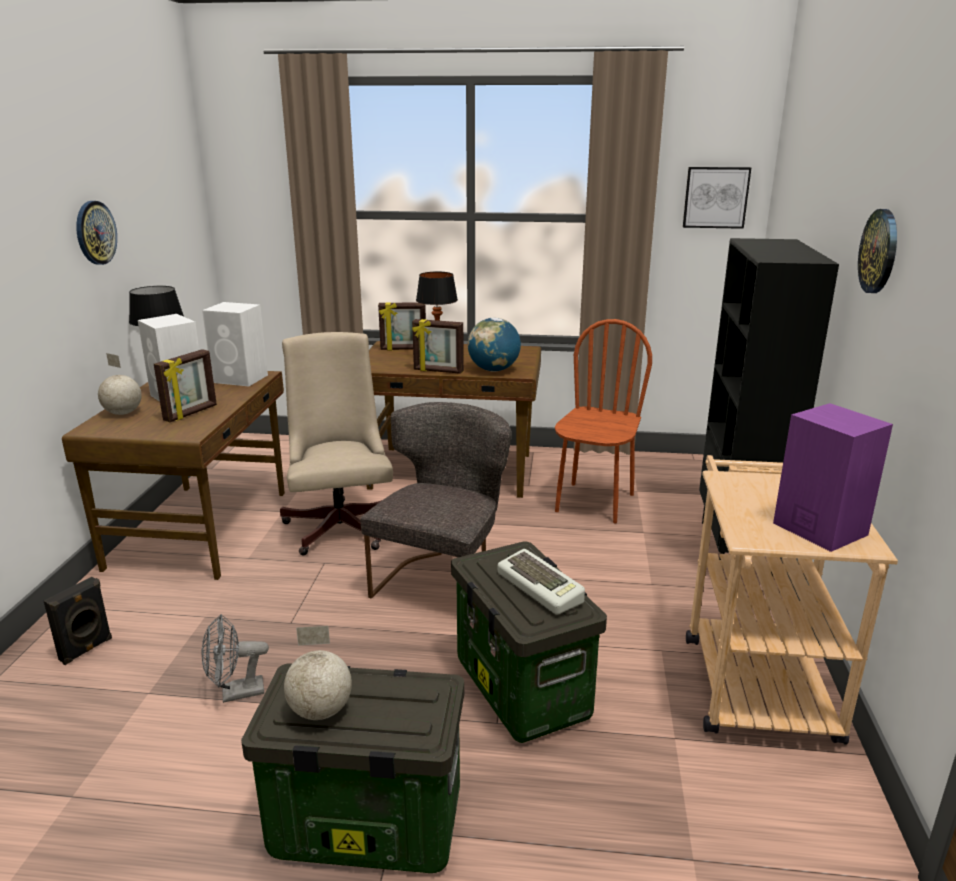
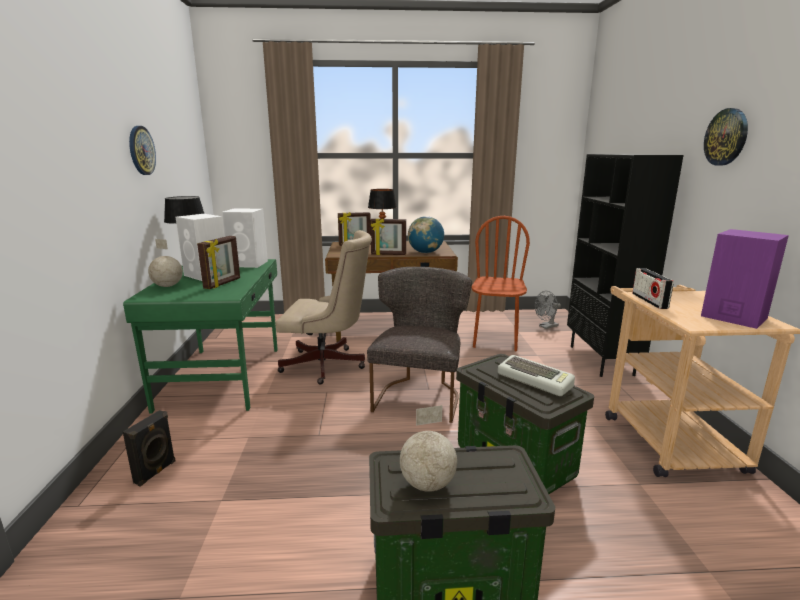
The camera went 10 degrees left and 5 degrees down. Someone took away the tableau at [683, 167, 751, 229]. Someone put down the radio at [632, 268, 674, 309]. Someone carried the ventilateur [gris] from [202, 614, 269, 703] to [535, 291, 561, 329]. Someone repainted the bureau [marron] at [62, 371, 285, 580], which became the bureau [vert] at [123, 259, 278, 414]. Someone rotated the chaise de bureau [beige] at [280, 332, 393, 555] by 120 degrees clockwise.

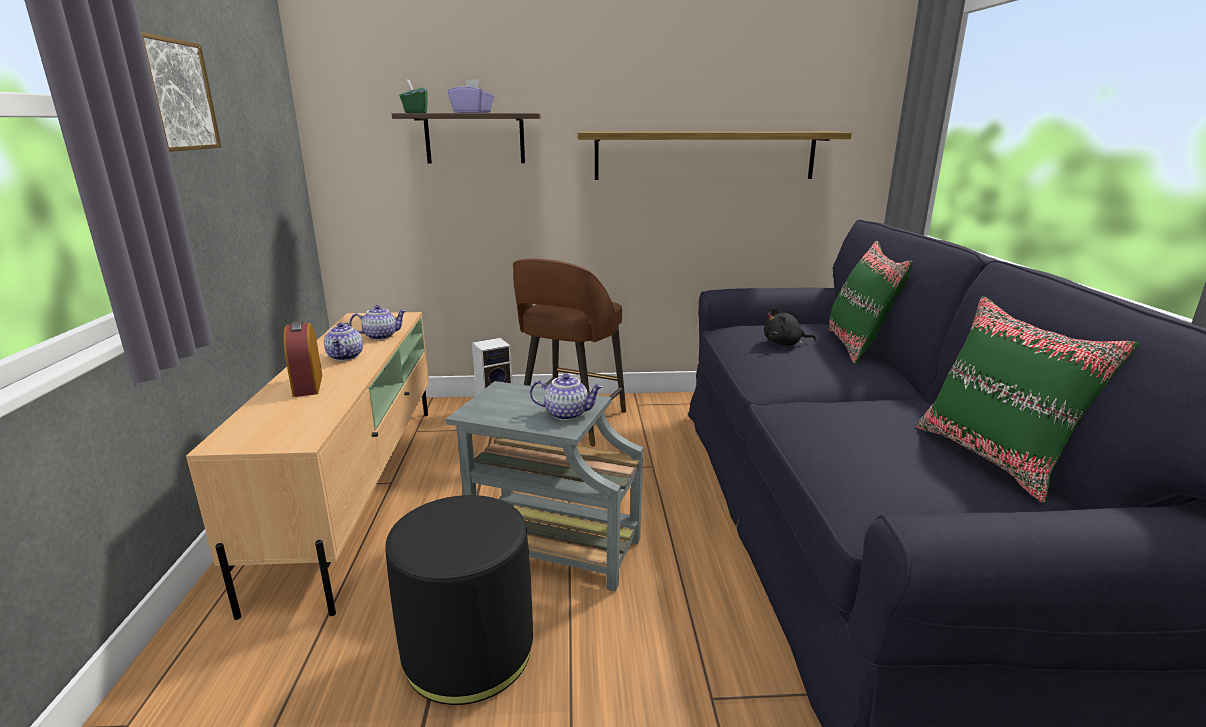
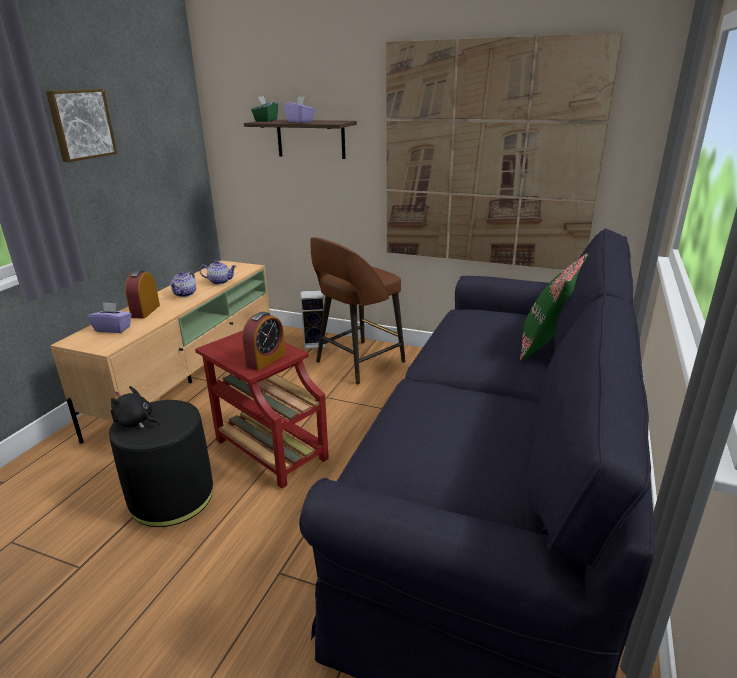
The camera went 25 degrees right and 5 degrees up. Someone took away the coussin [vert] at [916, 296, 1139, 503]. Someone put down the boîte à mouchoirs [violet] at [87, 302, 132, 333]. Someone carried the peluche [noir] from [764, 308, 816, 345] to [111, 386, 161, 428]. Someone swapped the théière at [530, 374, 603, 420] for the réveil at [242, 312, 285, 371]. Someone swapped the étagère at [577, 132, 852, 180] for the tableau at [386, 33, 623, 270]. Someone repainted the table d'appoint [gris] at [446, 381, 643, 592], which became the table d'appoint [rouge] at [195, 331, 329, 489].

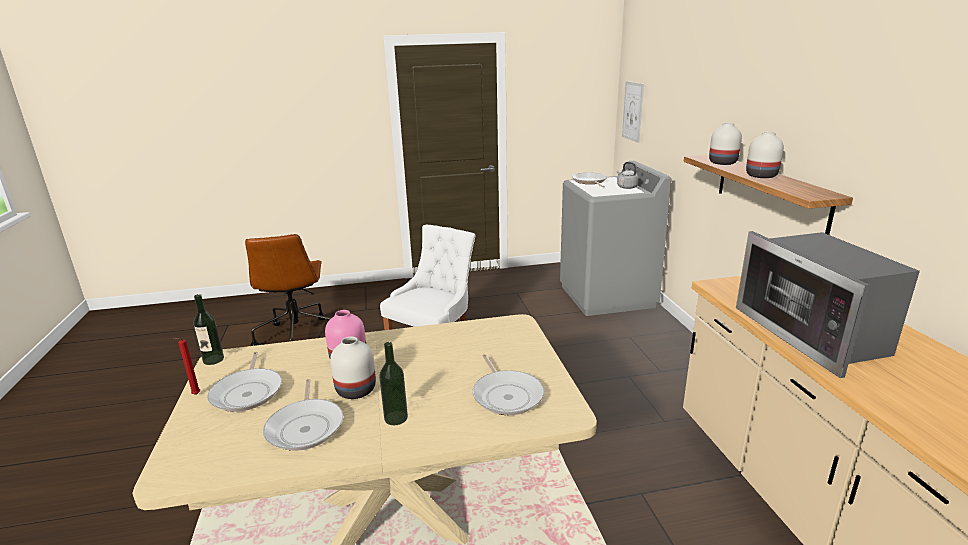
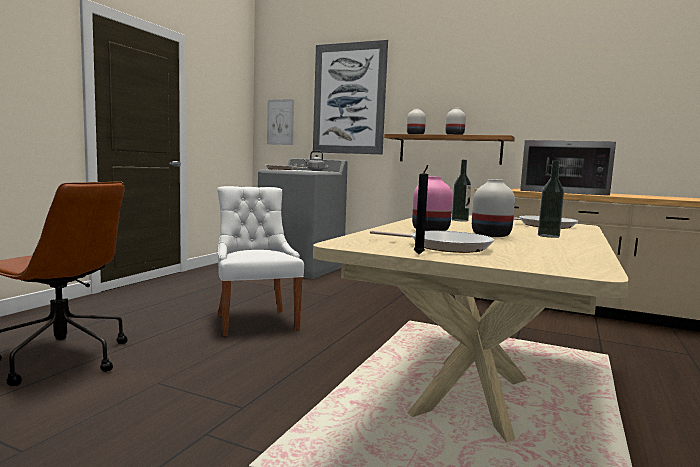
The camera went 55 degrees left and 15 degrees down. Someone took away the poêle at [263, 379, 343, 451]. Someone put up the tableau at [313, 40, 388, 155]. Someone carried the bouteille from [193, 294, 224, 365] to [452, 160, 471, 222]. Someone repainted the bougie [rouge] at [174, 338, 200, 395], which became the bougie [noir] at [414, 165, 428, 254].

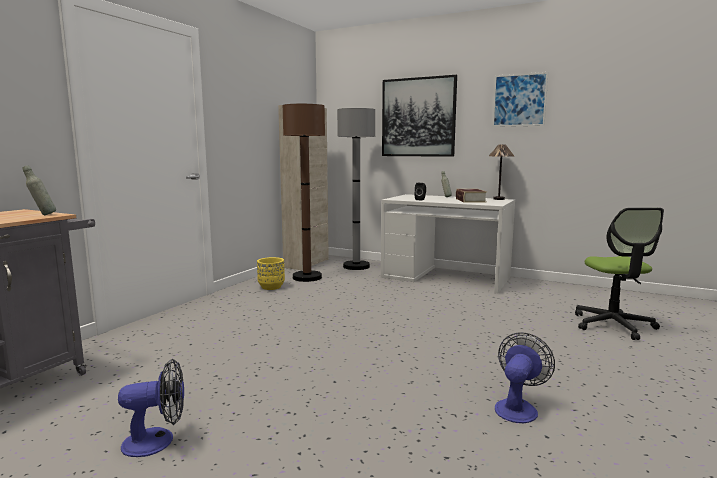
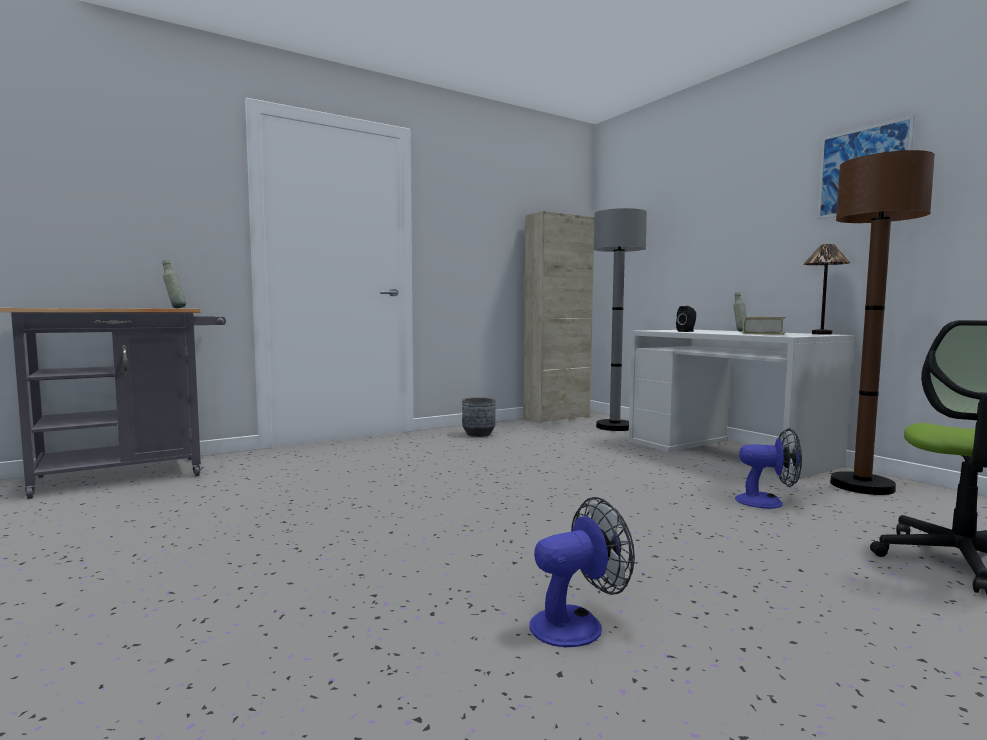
The camera went 30 degrees right and 5 degrees down. Someone took away the tableau at [382, 75, 457, 157]. Someone carried the ventilateur from [118, 359, 184, 457] to [735, 428, 802, 509]. Someone carried the lampadaire [marron] from [283, 104, 325, 282] to [830, 150, 935, 495]. Someone repainted the cache-pot [jaune] at [257, 257, 285, 290], which became the cache-pot [gris] at [462, 397, 496, 437].

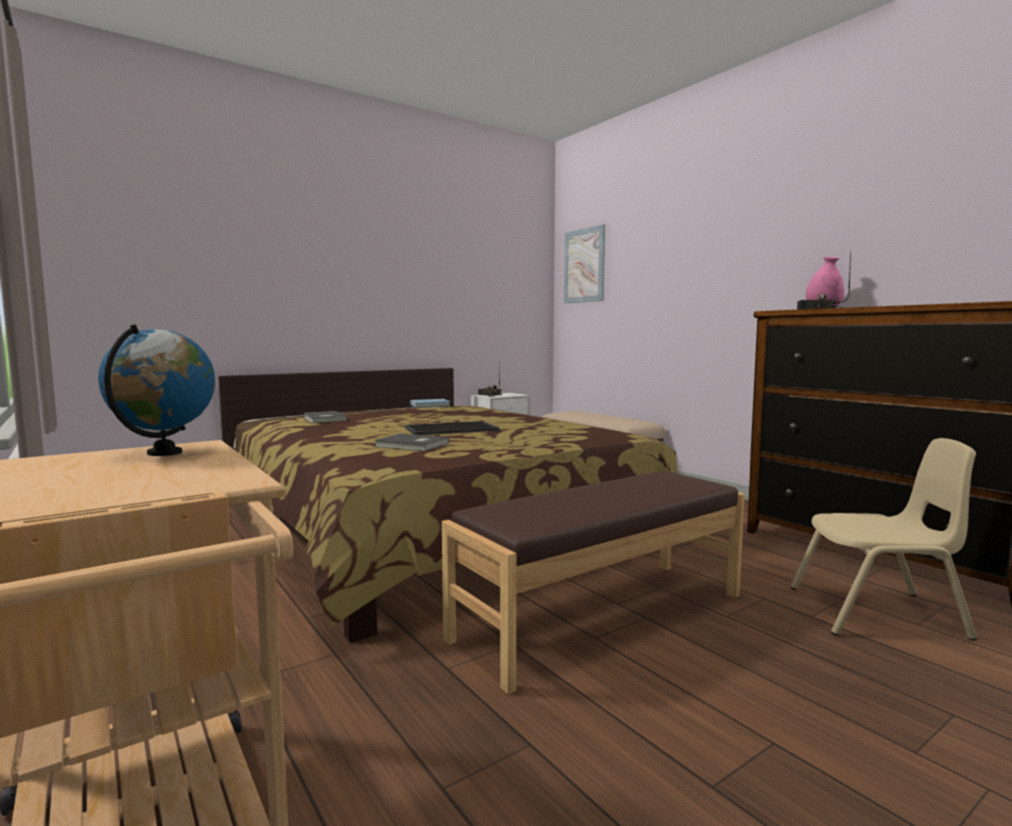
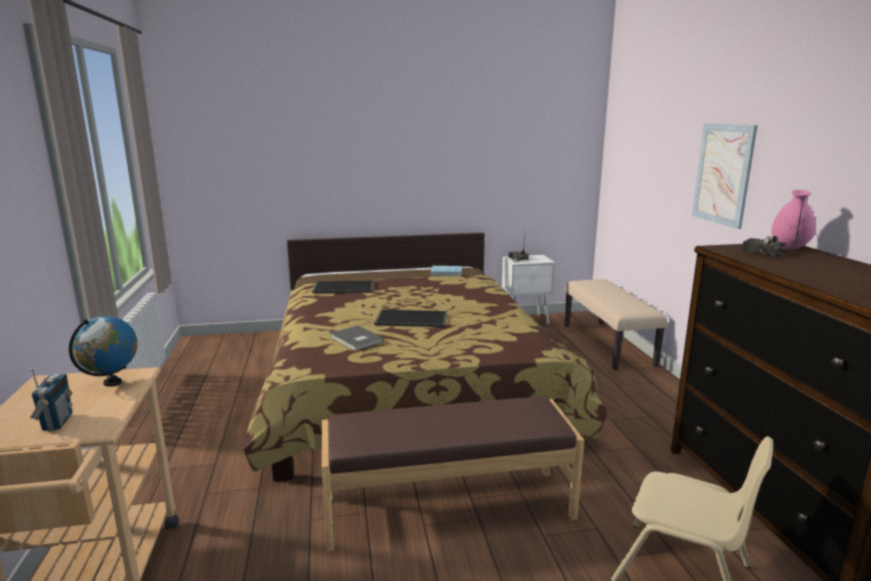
The camera went 25 degrees right and 10 degrees up. Someone put down the radio at [30, 368, 72, 431]. Someone carried the tableau from [564, 224, 605, 303] to [692, 123, 758, 229]. Someone swapped the livre [gris] at [304, 411, 347, 423] for the plateau at [312, 280, 374, 293].

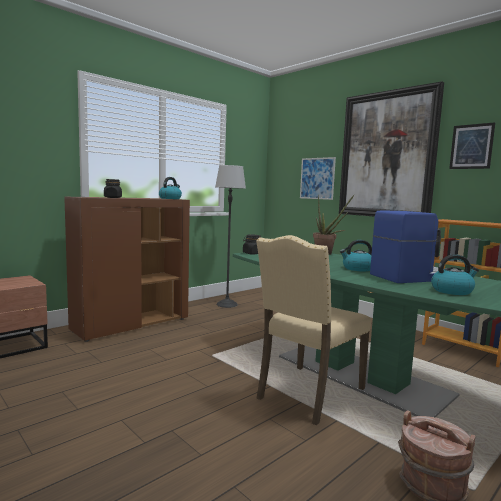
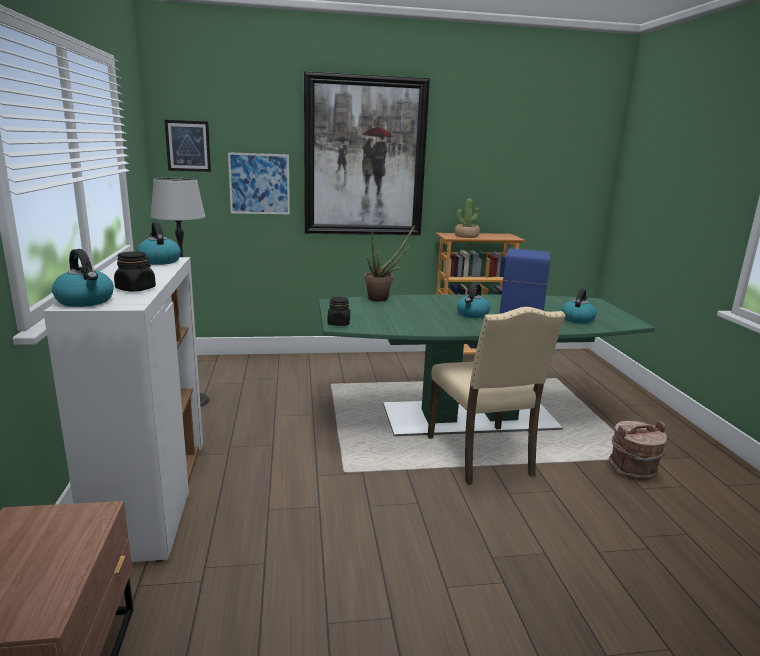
The camera went 55 degrees left and 10 degrees up. Someone put down the bouilloire at [52, 249, 114, 307]. Someone put down the plante en pot at [455, 199, 480, 238]. Someone carried the tableau from [449, 122, 495, 169] to [164, 120, 211, 172]. Someone repainted the meuble de rangement [marron] at [64, 197, 190, 342], which became the meuble de rangement [blanc] at [43, 257, 203, 562].

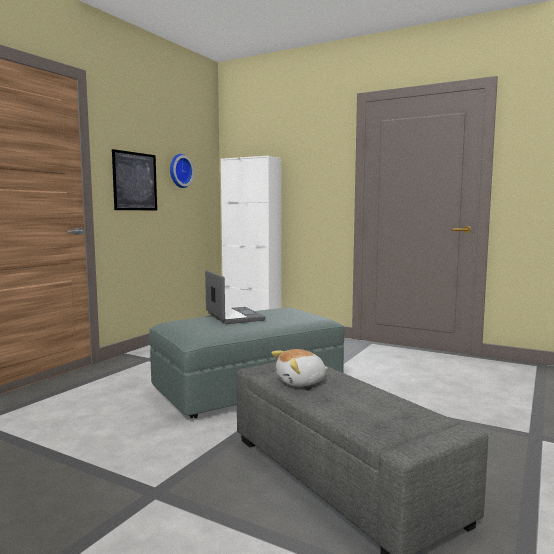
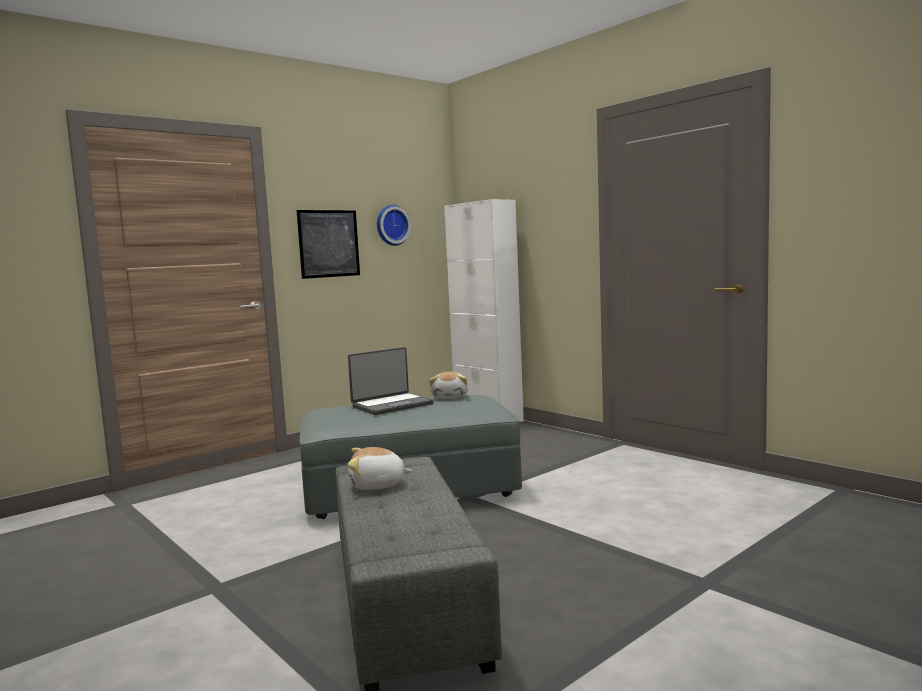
The camera went 20 degrees right and 0 degrees up. Someone put down the peluche at [429, 372, 468, 399]. Someone rotated the ordinateur portable at [205, 270, 265, 324] by 60 degrees clockwise.

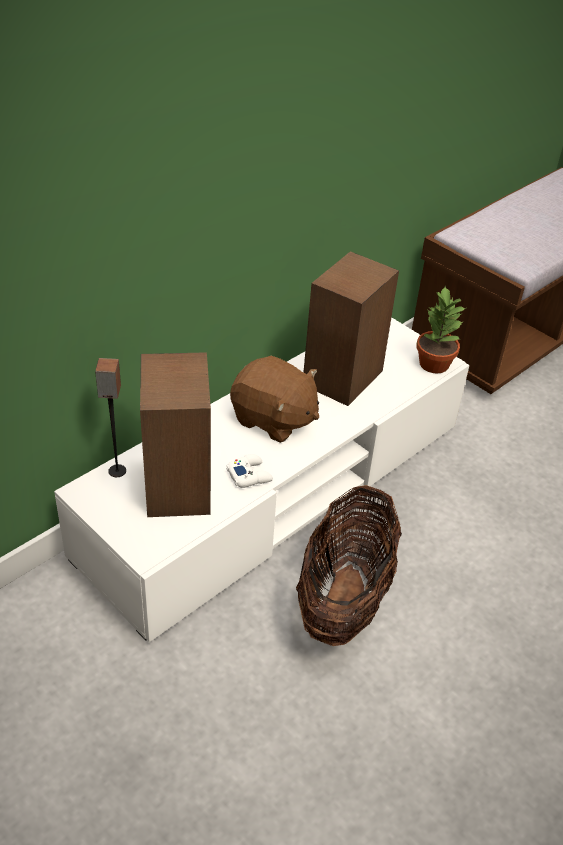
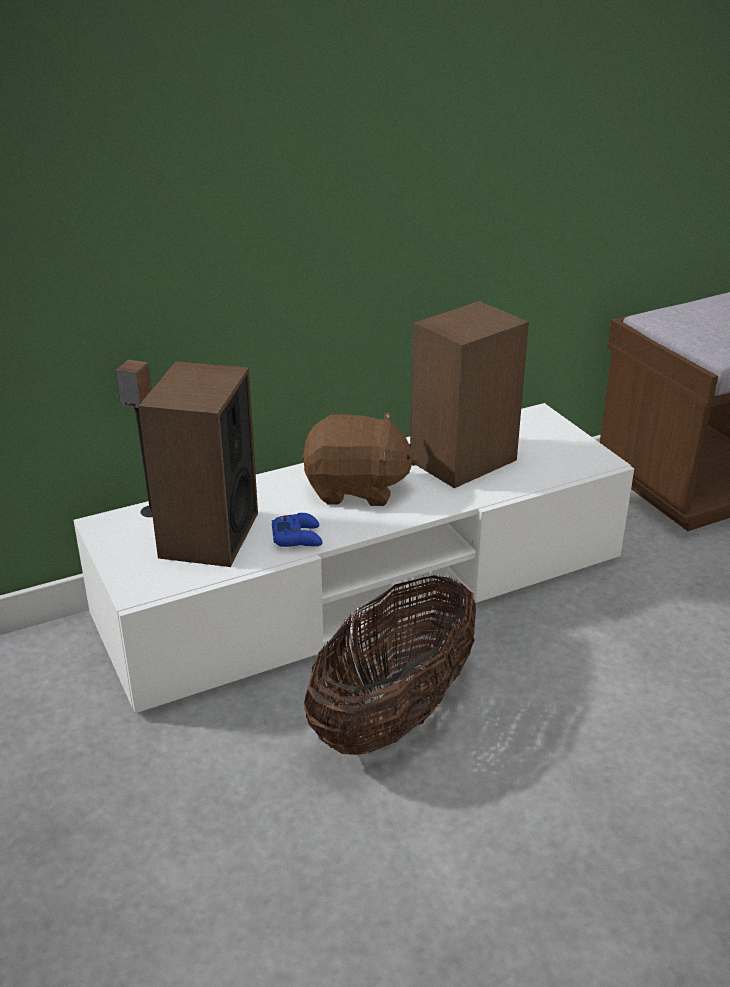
The camera went 20 degrees right and 10 degrees down. Someone took away the plante en pot at [417, 286, 466, 373]. Someone repainted the manette [blanc] at [226, 454, 273, 488], which became the manette [bleu] at [272, 513, 322, 547]. Someone rotated the peluche [marron] at [230, 356, 319, 443] by 45 degrees counterclockwise.

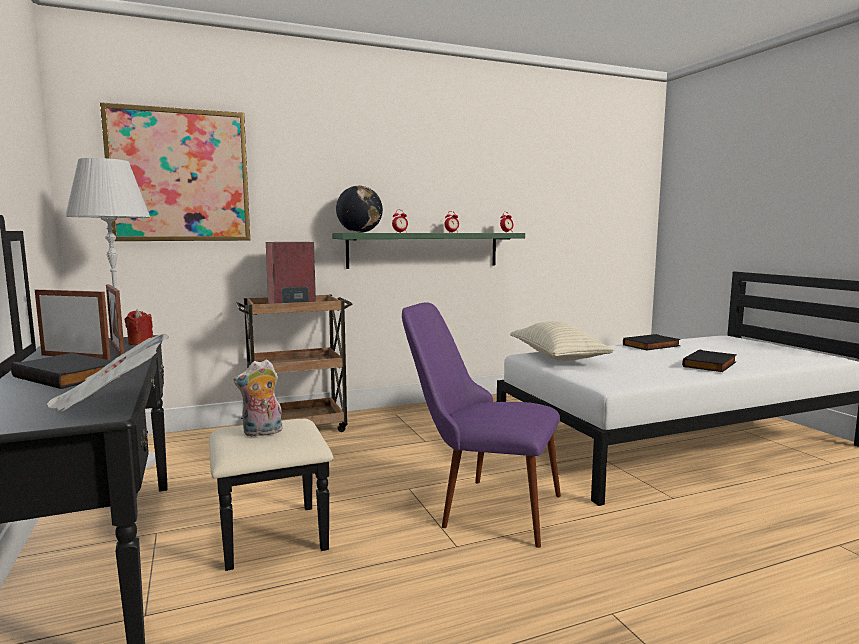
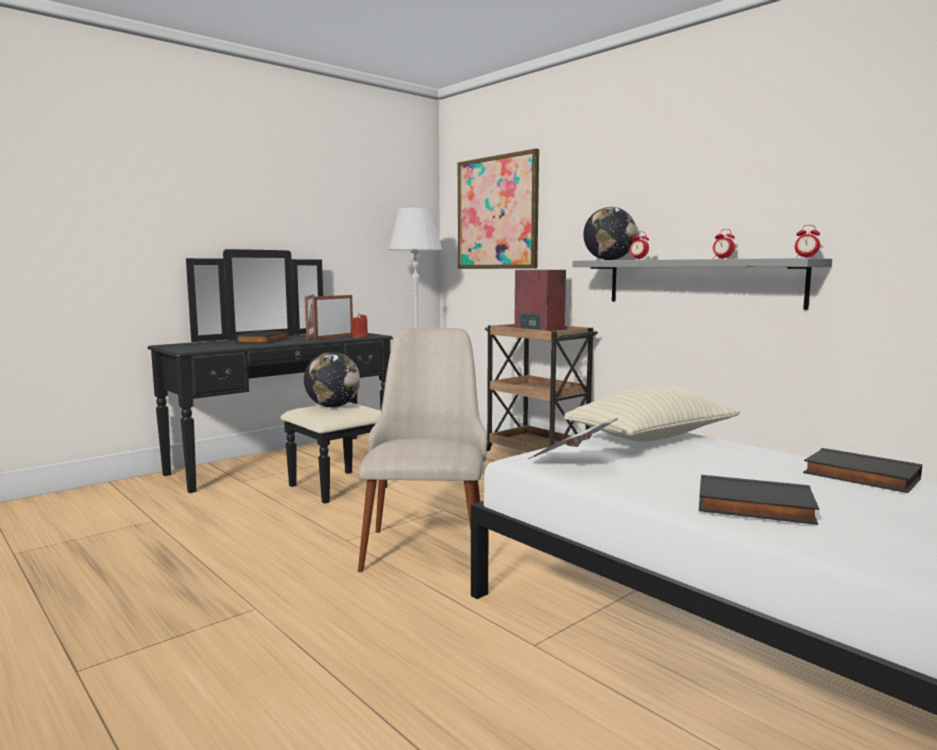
The camera went 70 degrees right and 0 degrees up. Someone carried the journal from [47, 334, 169, 411] to [528, 418, 618, 459]. Someone swapped the peluche at [234, 359, 283, 437] for the globe at [304, 352, 360, 407]. Someone repainted the étagère [vert] at [332, 233, 525, 269], which became the étagère [gris] at [573, 258, 832, 310]. Someone repainted the chaise [violet] at [402, 303, 561, 548], which became the chaise [beige] at [358, 328, 487, 572].

